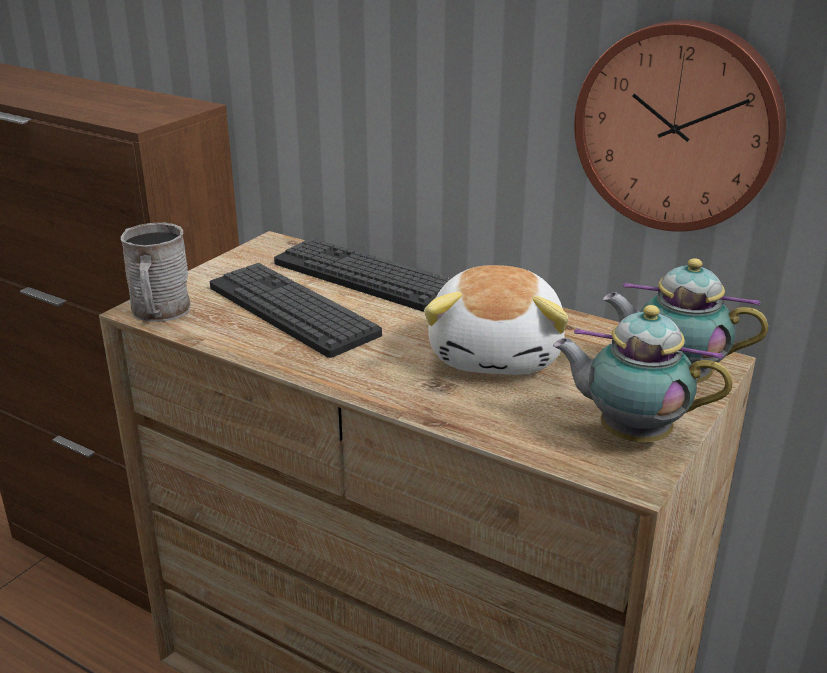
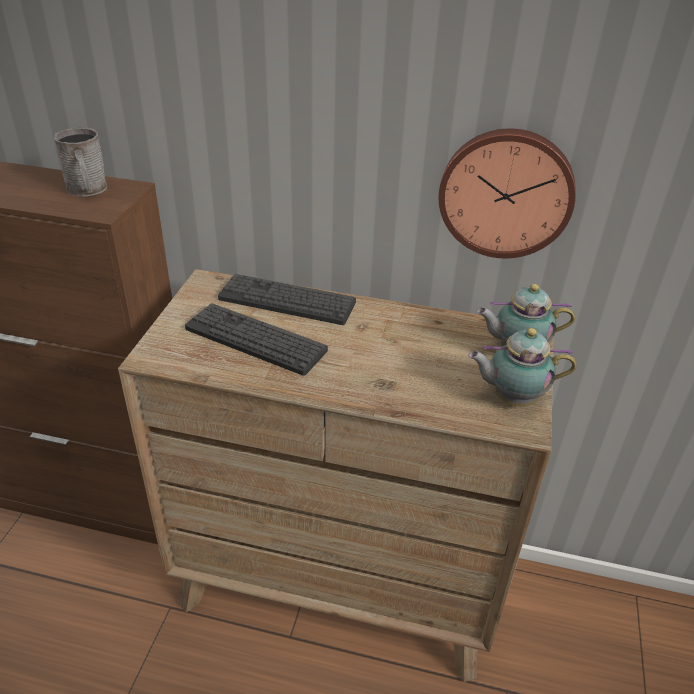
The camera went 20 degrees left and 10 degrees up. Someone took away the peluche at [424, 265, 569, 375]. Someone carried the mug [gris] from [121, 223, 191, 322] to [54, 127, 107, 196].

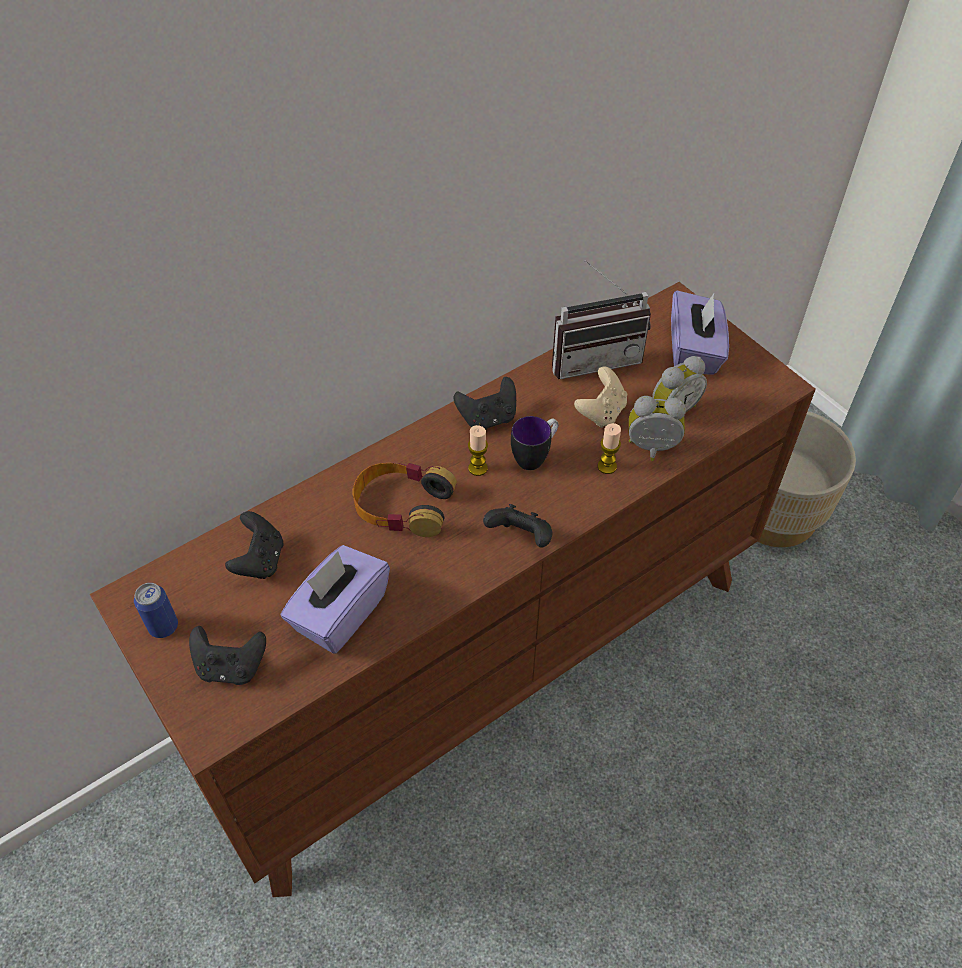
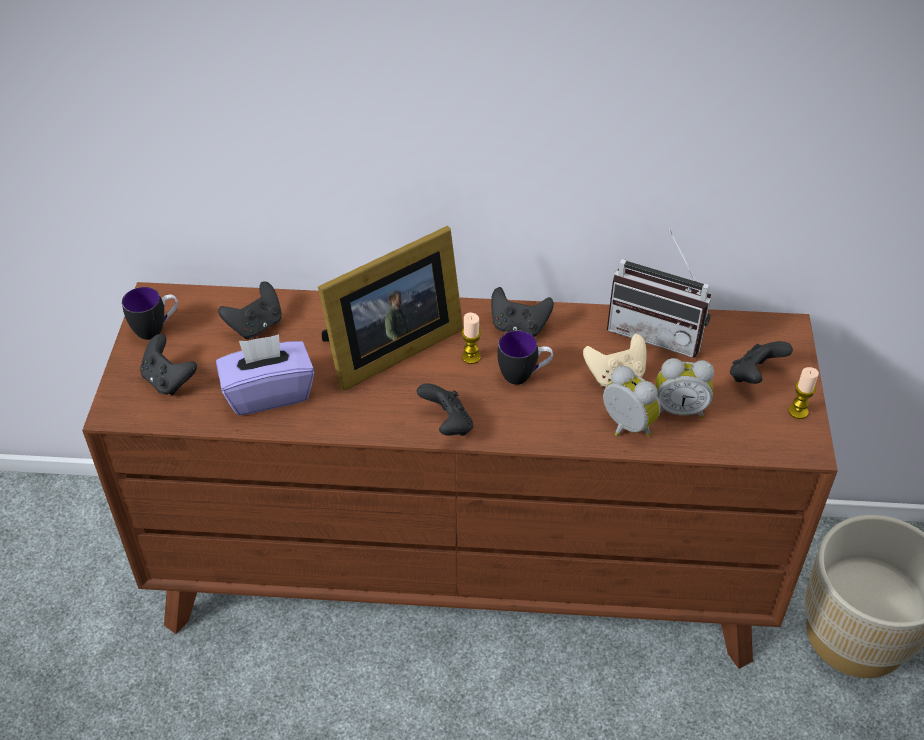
The camera went 40 degrees right and 5 degrees down. Someone carried the bougie from [597, 423, 621, 474] to [788, 367, 819, 419]. Someone swapped the boîte métallique at [134, 583, 178, 638] for the mug at [122, 287, 178, 340]. Someone swapped the casque audio at [353, 463, 457, 537] for the cadre photo at [318, 226, 463, 391]. Someone swapped the boîte à mouchoirs [violet] at [671, 291, 729, 375] for the manette [noir] at [730, 341, 793, 384].

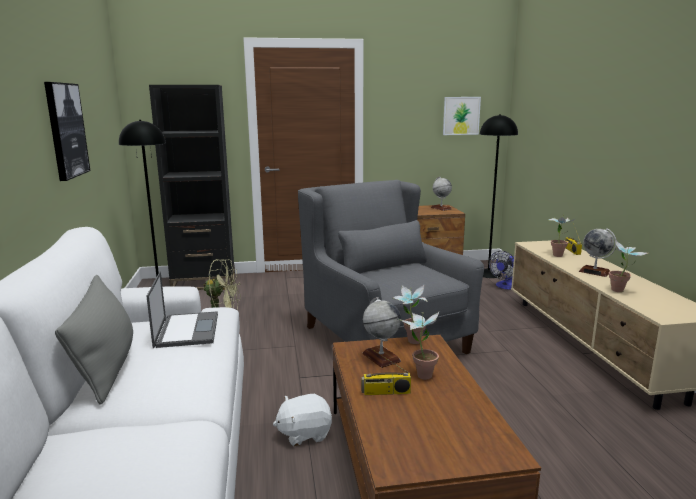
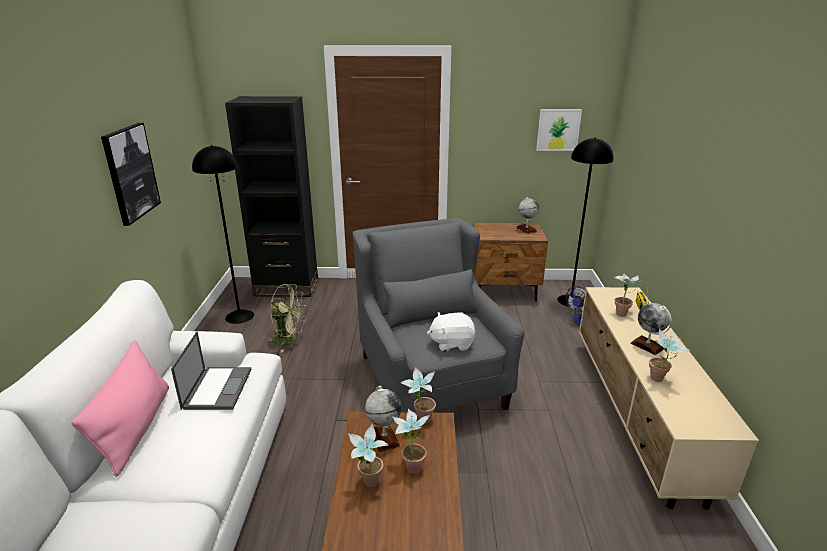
The camera went 10 degrees right and 10 degrees up. Someone carried the peluche [blanc] from [273, 394, 332, 446] to [427, 312, 475, 352]. Someone swapped the radio at [361, 349, 411, 395] for the plante en pot at [348, 424, 388, 487]. Someone repainted the coussin [gris] at [55, 275, 133, 405], which became the coussin [rose] at [71, 340, 169, 477].

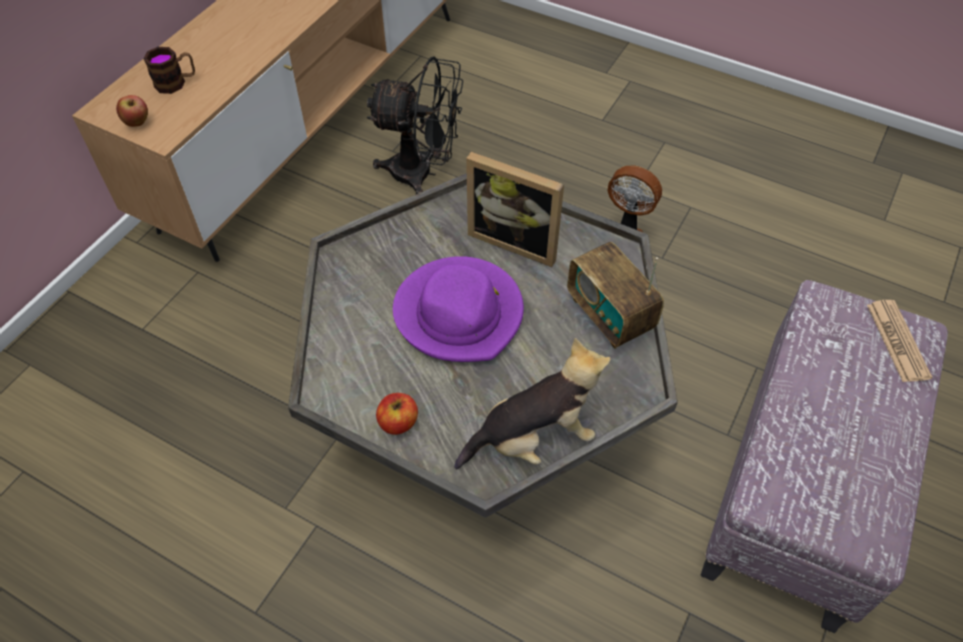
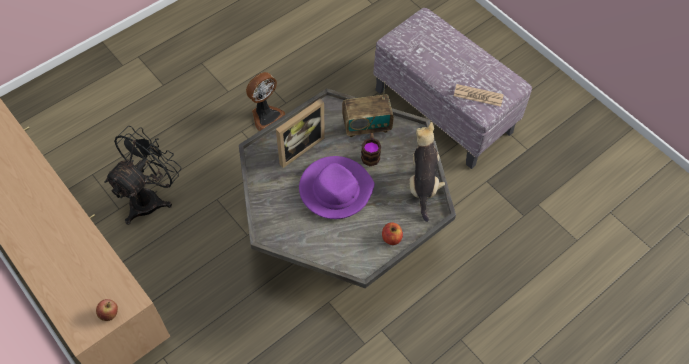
The camera went 70 degrees left and 5 degrees up. Someone carried the mug from [143, 47, 195, 94] to [361, 133, 381, 166]. Someone carried the journal from [867, 300, 932, 382] to [454, 84, 504, 107].

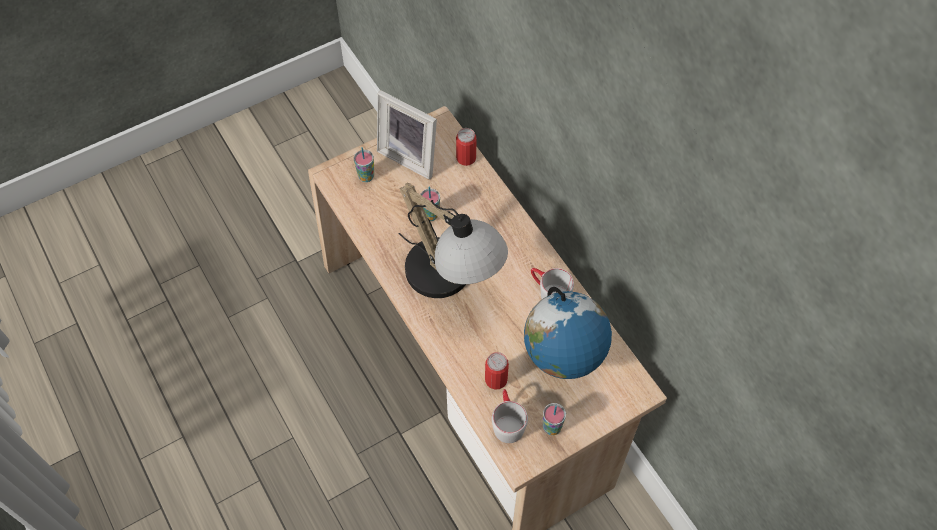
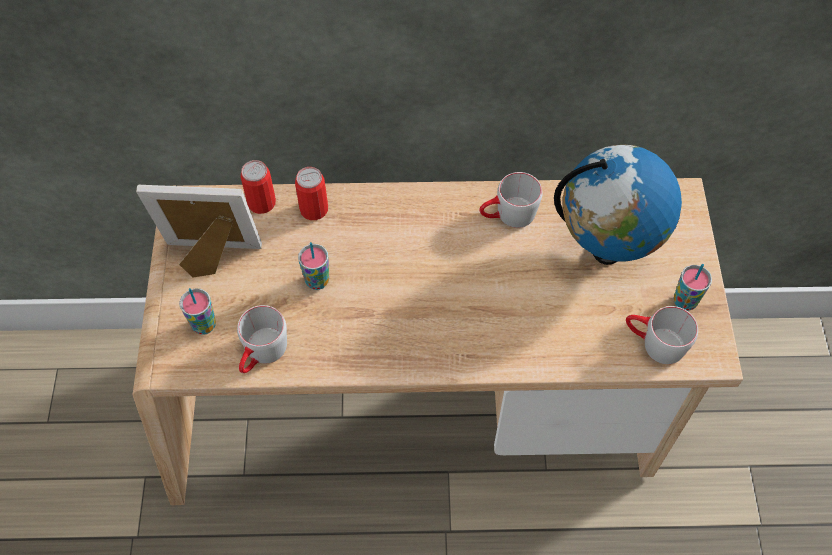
The camera went 60 degrees left and 0 degrees up. Someone took away the lampe de table at [399, 183, 508, 298]. Someone put down the mug [gris] at [237, 305, 287, 373]. Someone carried the boîte métallique from [485, 352, 509, 390] to [295, 167, 328, 220]. Someone rotated the cadre photo at [377, 90, 437, 180] by 150 degrees counterclockwise.

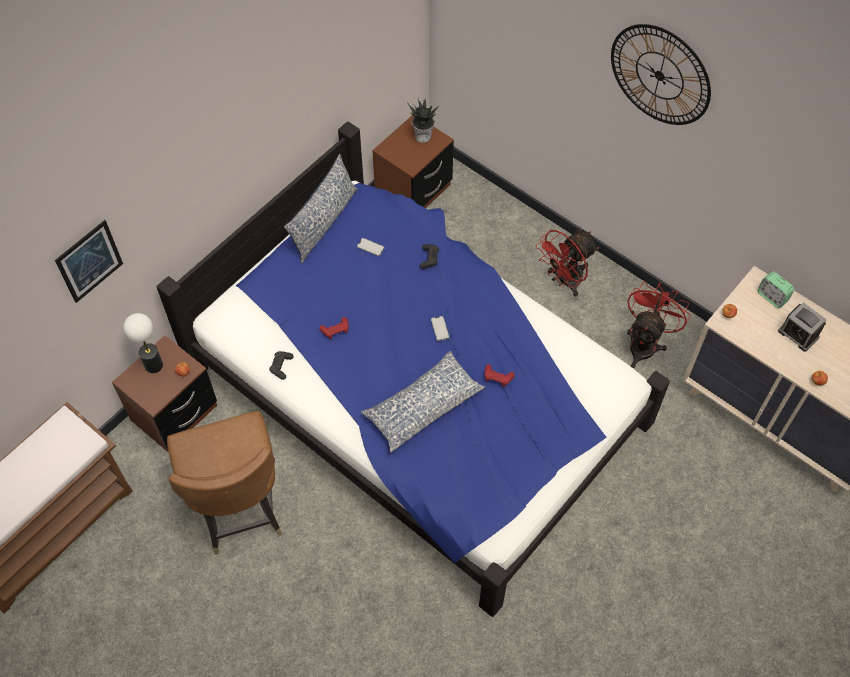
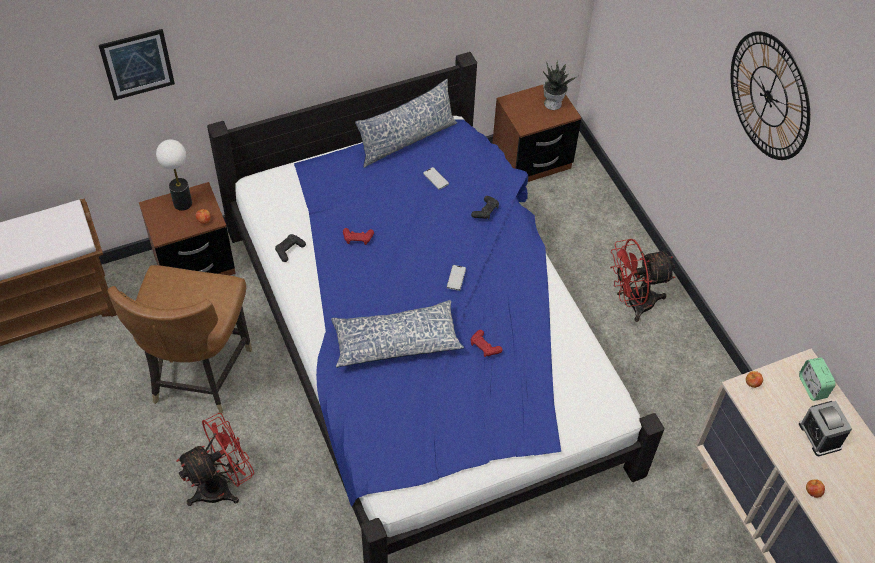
The camera went 25 degrees right and 5 degrees down. Someone carried the ventilateur [rouge] from [627, 281, 690, 368] to [176, 413, 254, 506].

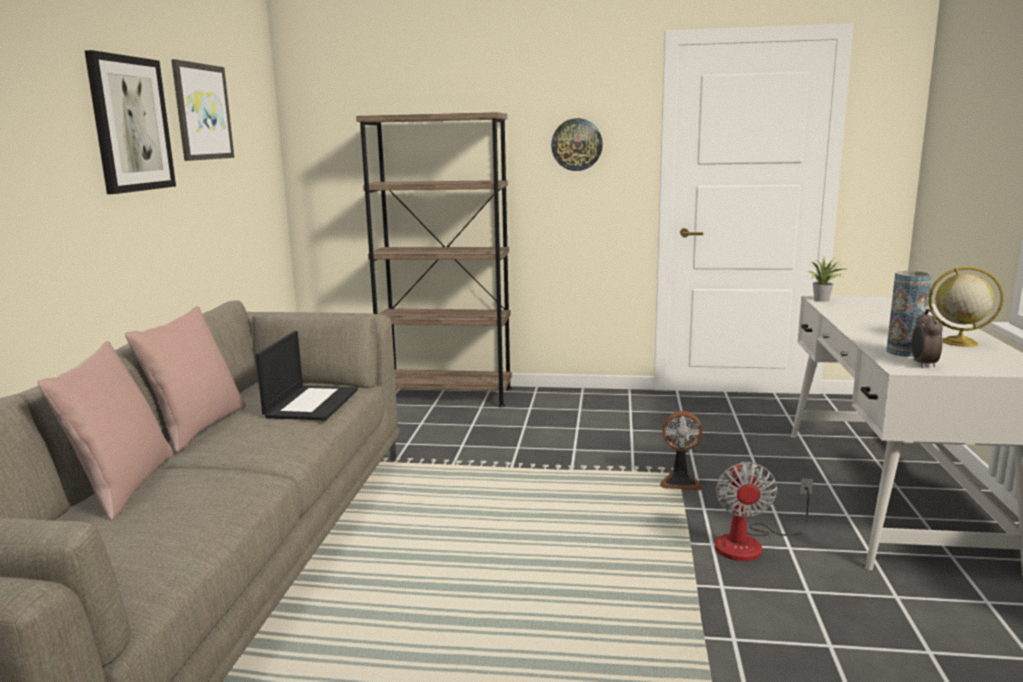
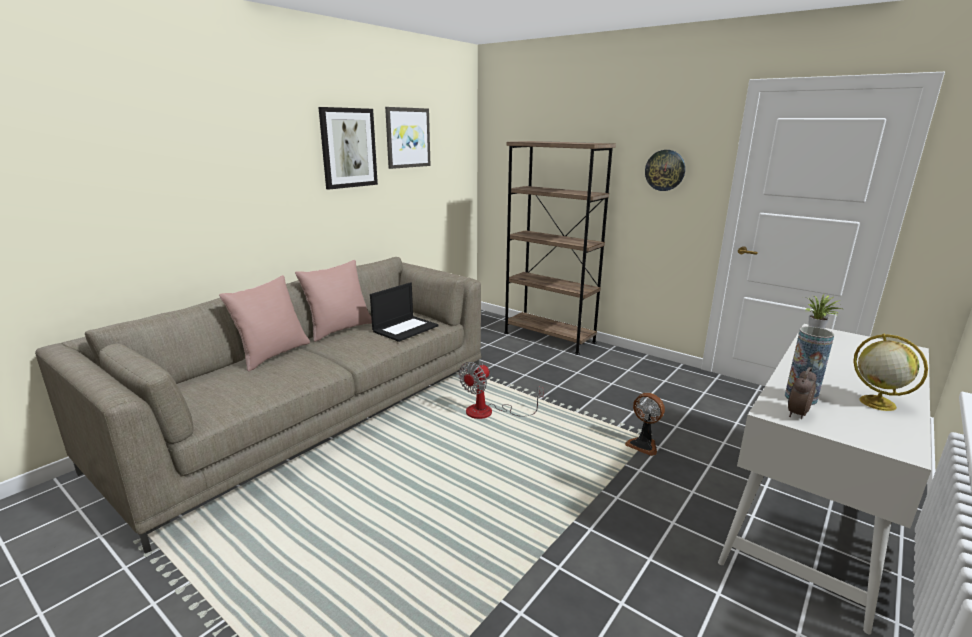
The camera went 30 degrees right and 5 degrees up. Someone carried the ventilateur from [715, 462, 813, 561] to [459, 362, 544, 419].

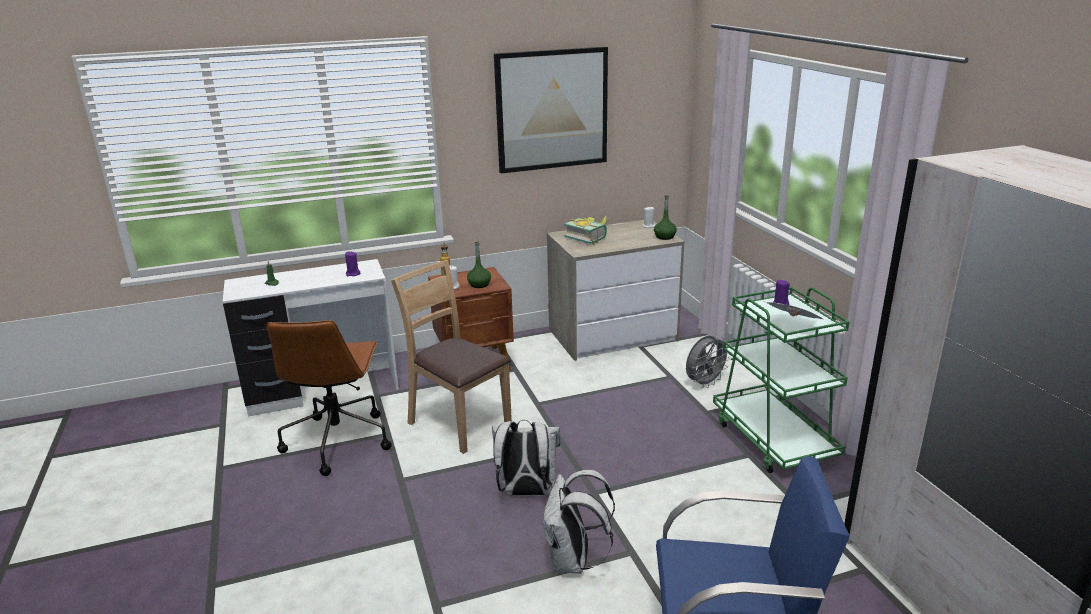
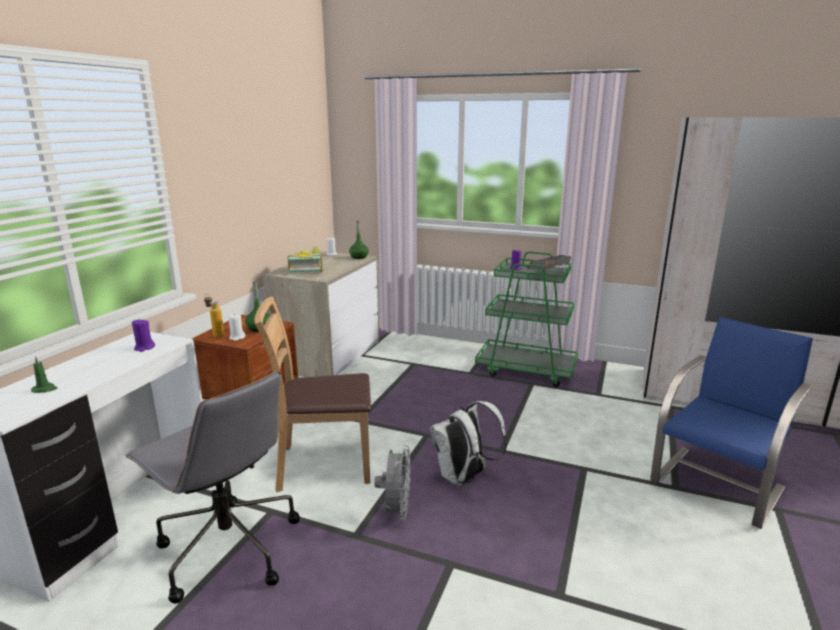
The camera went 50 degrees left and 5 degrees down. Someone took away the tableau at [494, 47, 608, 173]. Someone took away the sac à dos [blanc] at [542, 470, 615, 574]. Someone carried the ventilateur [gris] from [686, 336, 731, 388] to [374, 445, 411, 521]. Someone repainted the chaise de bureau [marron] at [266, 320, 392, 476], which became the chaise de bureau [gris] at [125, 370, 300, 604].

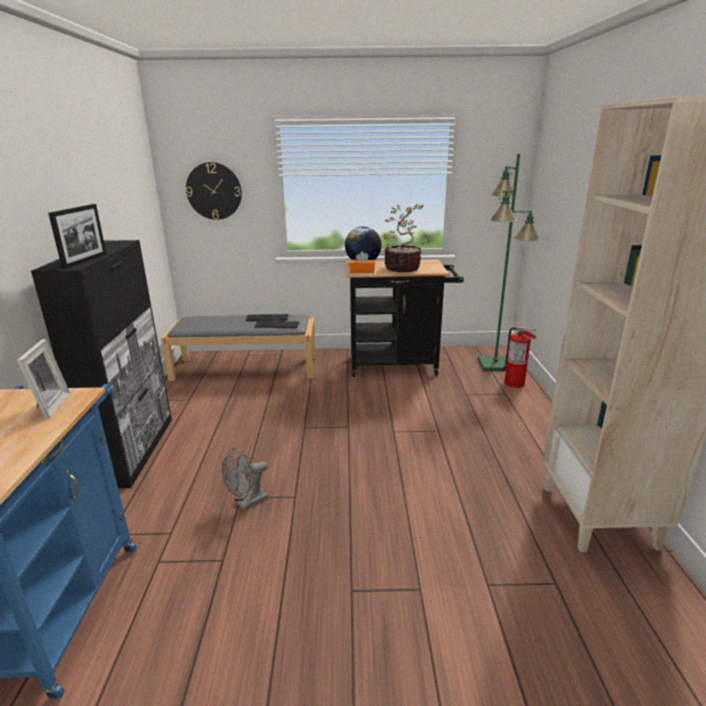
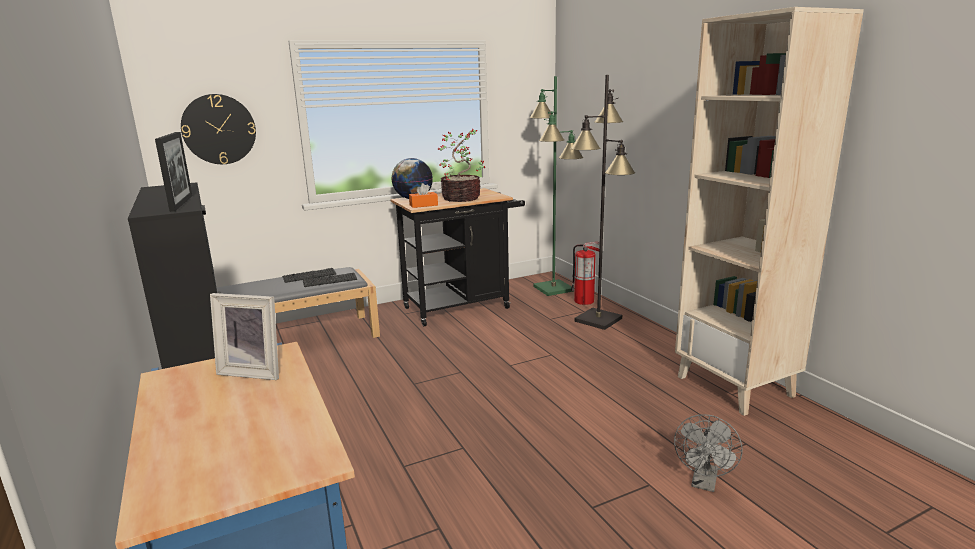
The camera went 25 degrees left and 5 degrees down. Someone put down the lampadaire [noir] at [571, 75, 635, 330]. Someone carried the ventilateur [gris] from [222, 448, 268, 510] to [674, 414, 743, 492]. Someone rotated the cadre photo at [17, 339, 70, 419] by 135 degrees clockwise.

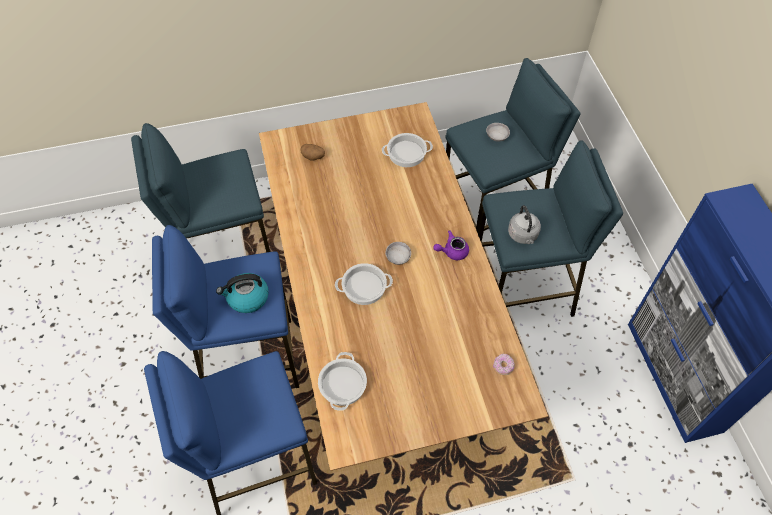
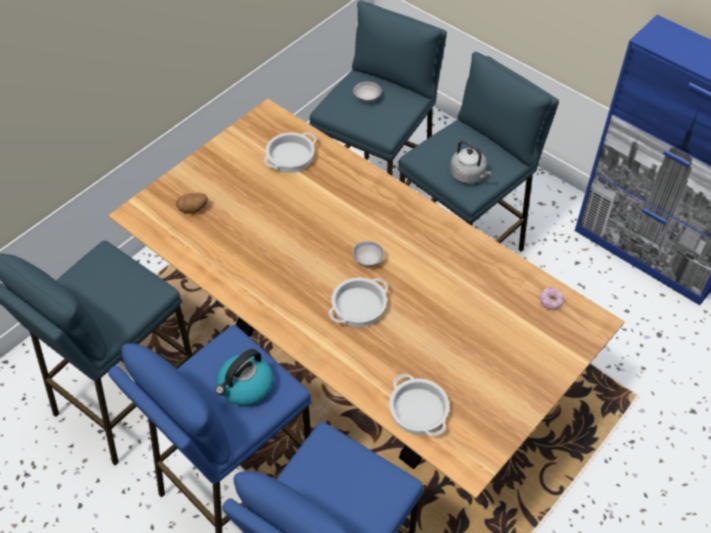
The camera went 35 degrees left and 5 degrees down. Someone took away the théière [violet] at [433, 231, 469, 260].

